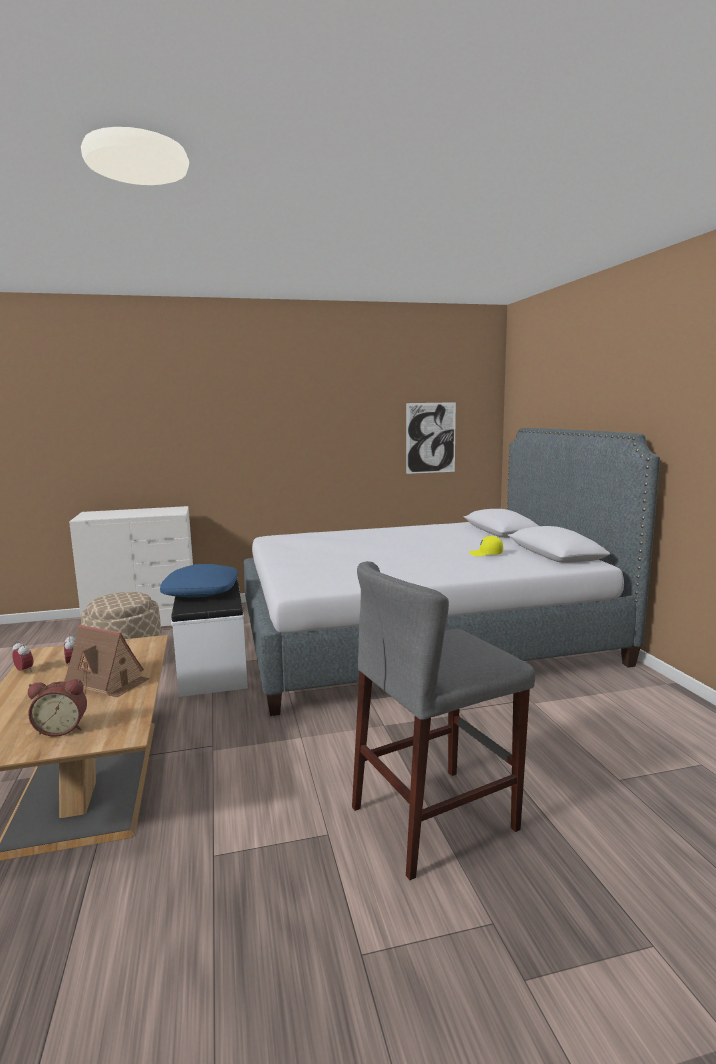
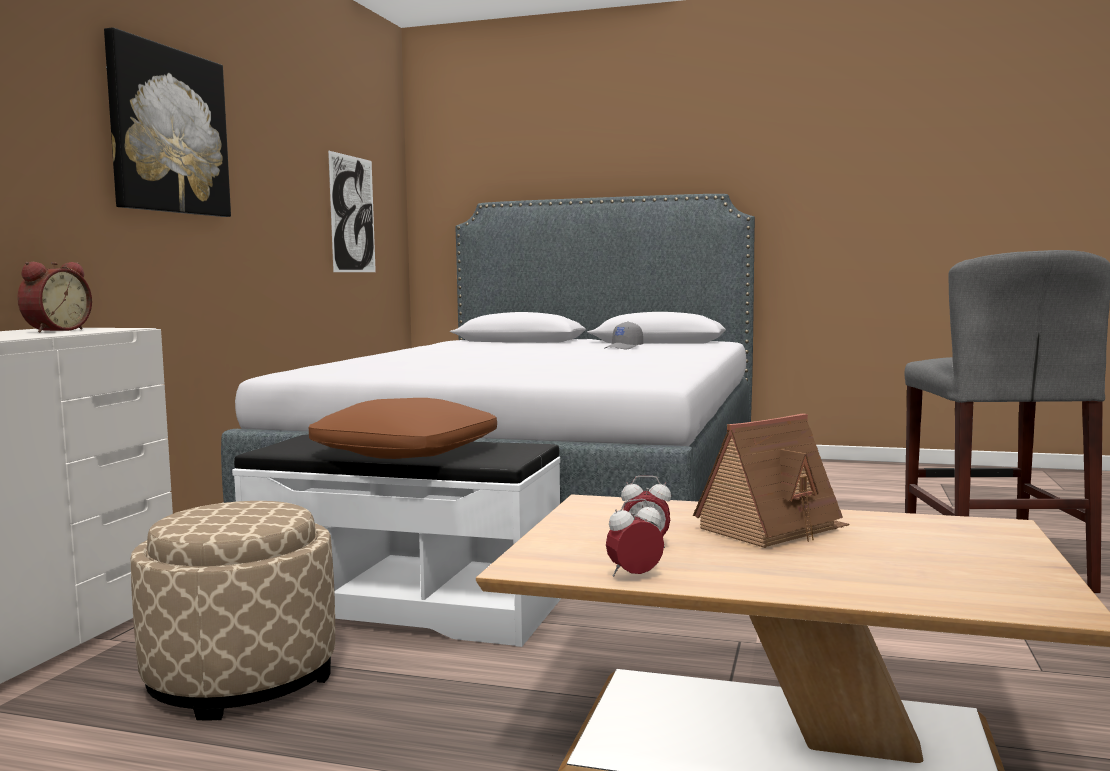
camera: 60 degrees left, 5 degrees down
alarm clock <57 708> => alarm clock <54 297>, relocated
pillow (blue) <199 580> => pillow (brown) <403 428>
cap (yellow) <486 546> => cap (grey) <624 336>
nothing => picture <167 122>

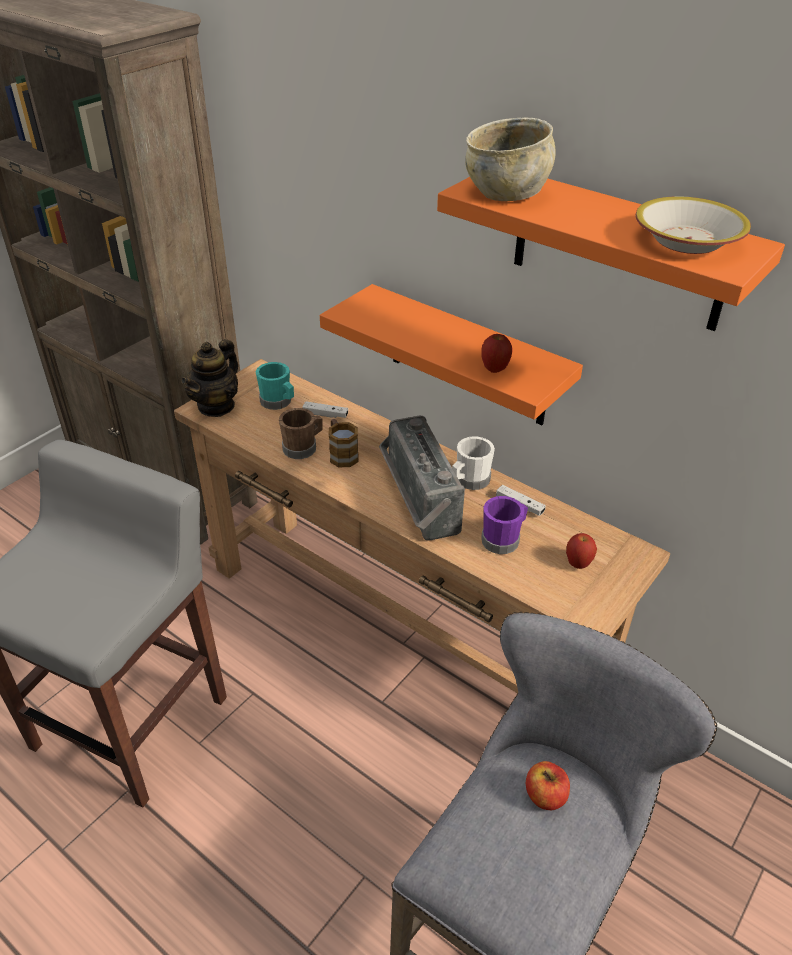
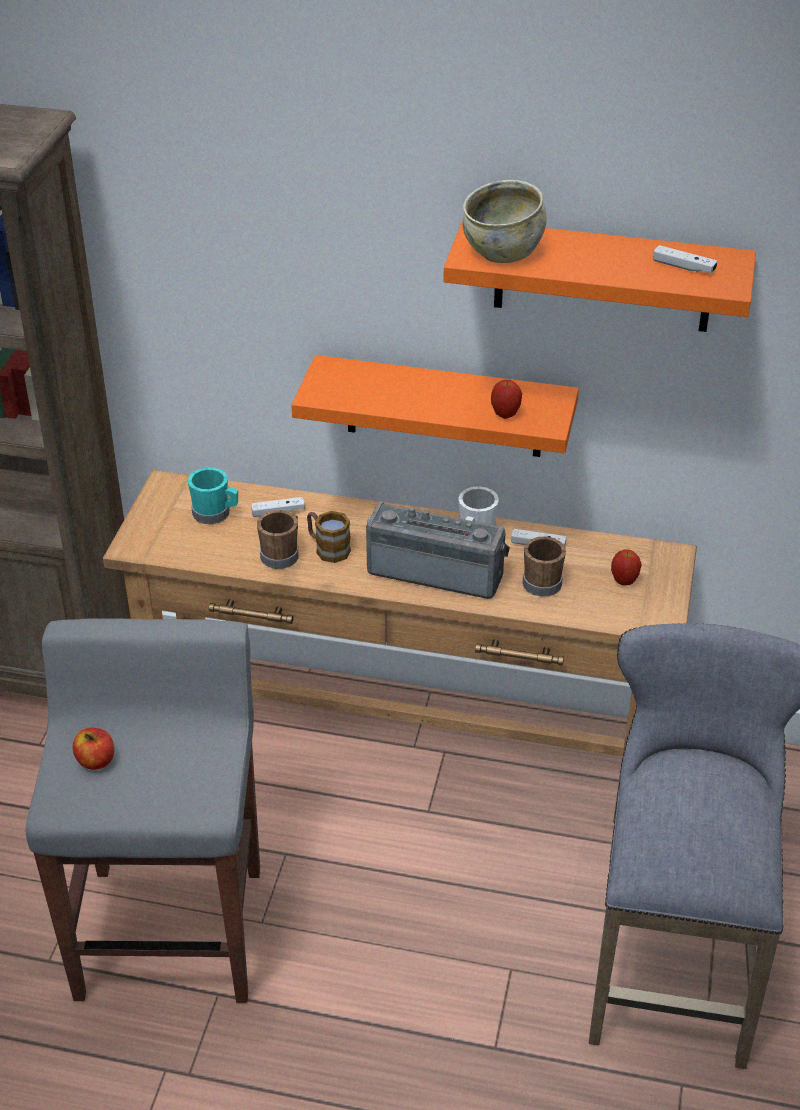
camera: 25 degrees left, 0 degrees up
teapot <209 378> => nothing
radio <422 478> => radio <438 550>, 150 degrees clockwise
mug (purple) <504 525> => mug (brown) <544 566>
apple <548 785> => apple <93 749>, relocated
bowl <693 225> => game controller (white) <685 259>

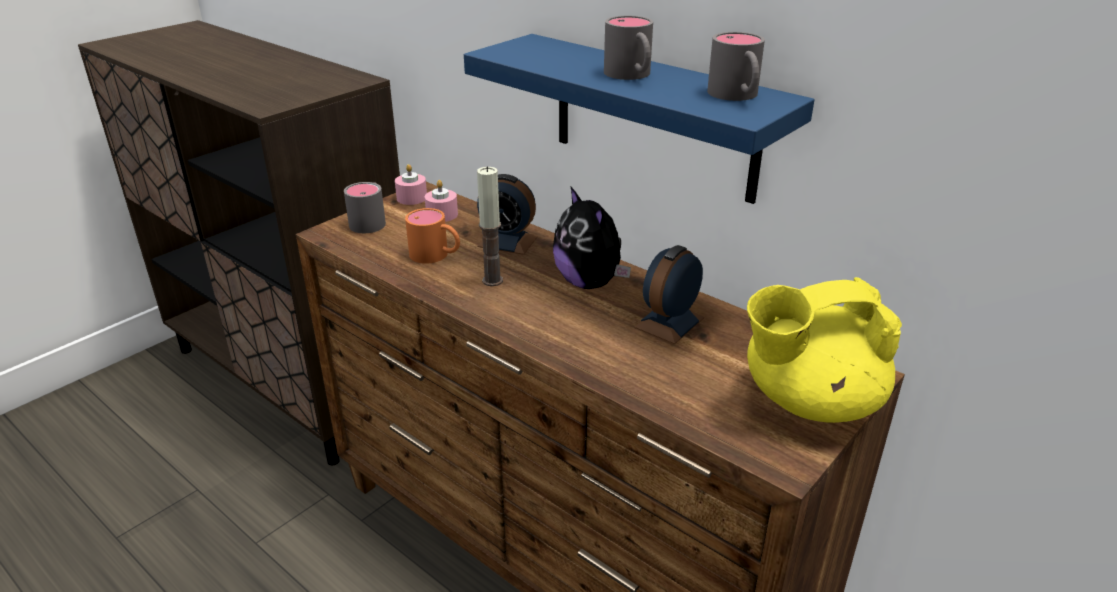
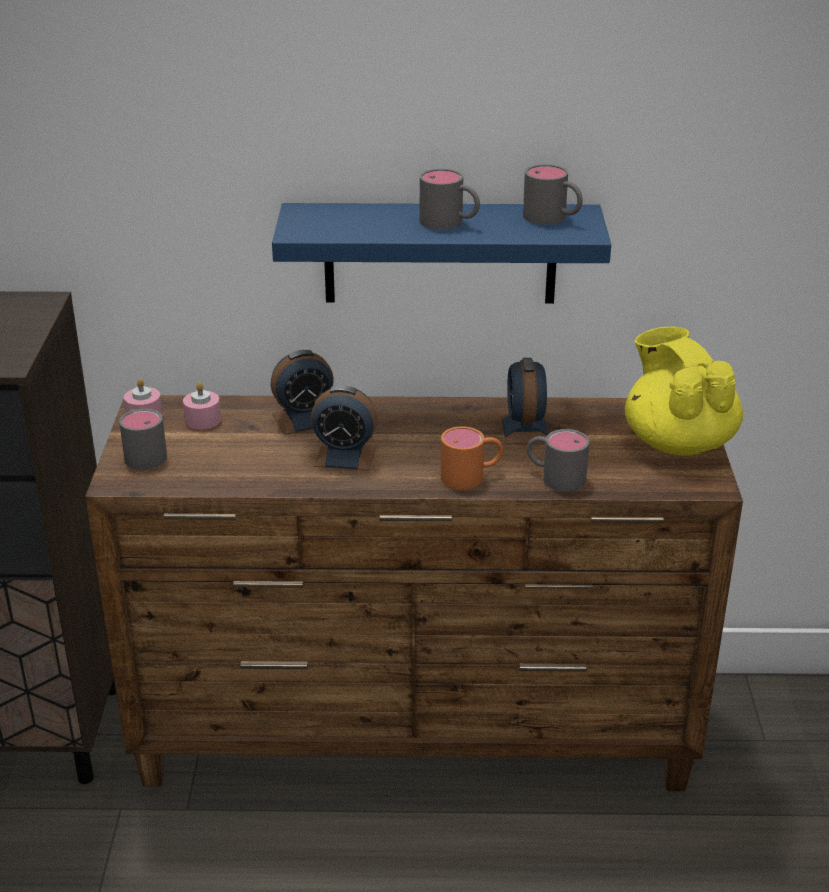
camera: 40 degrees left, 0 degrees up
mug (orange) <432 236> => mug (orange) <472 457>, relocated
candle <490 226> => alarm clock <344 428>
plush toy <592 237> => nothing
teapot (yellow) <824 350> => teapot (yellow) <684 391>, 120 degrees clockwise
nothing => mug (grey) <558 460>

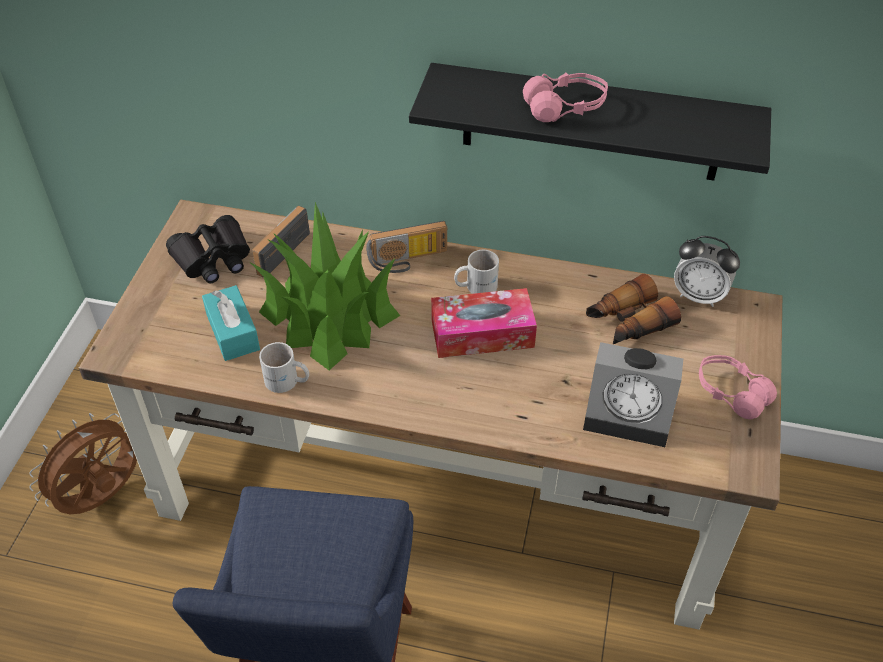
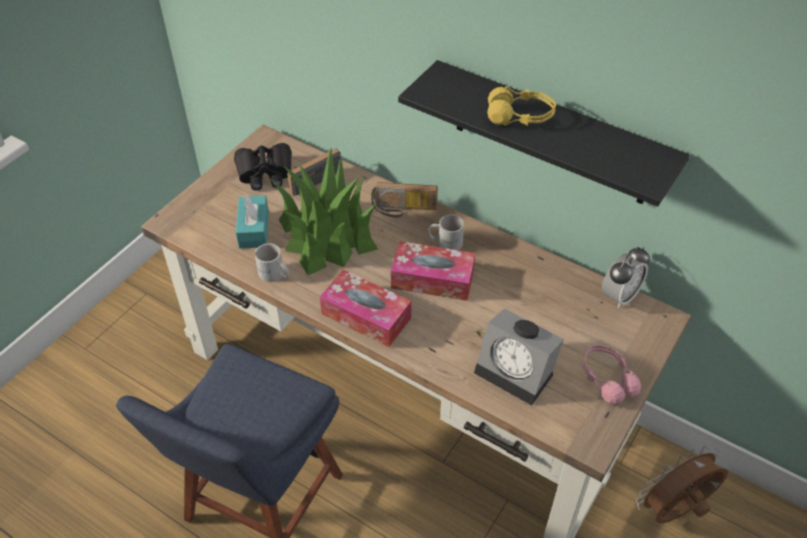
camera: 20 degrees right, 0 degrees up
fan (brown) <83 463> => fan (brown) <682 484>, relocated
headphones (pink) <565 97> => headphones (yellow) <521 106>
binoculars <633 309> => nothing
alarm clock <707 271> => alarm clock <626 277>, 90 degrees counterclockwise
nothing => tissue box <365 308>

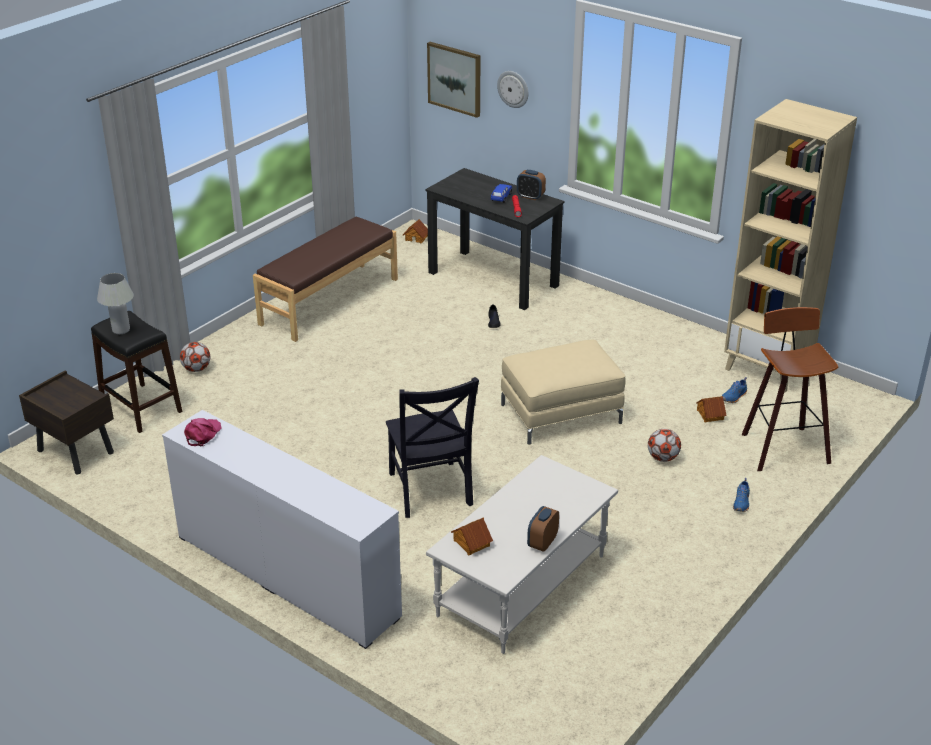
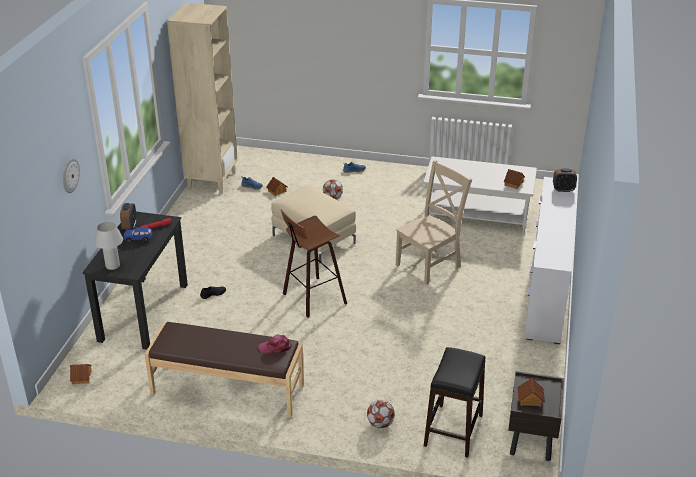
camera: 115 degrees left, 0 degrees up
table lamp (white) <115 303> => table lamp (white) <108 246>, relocated
cap (pink) <203 432> => cap (pink) <275 344>, relocated
chair (black) <432 447> => chair (beige) <434 222>
picture <454 80> => nothing
alarm clock <543 529> => alarm clock <565 180>, relocated
stool <790 389> => stool <314 263>, relocated
nothing => toy house <531 392>

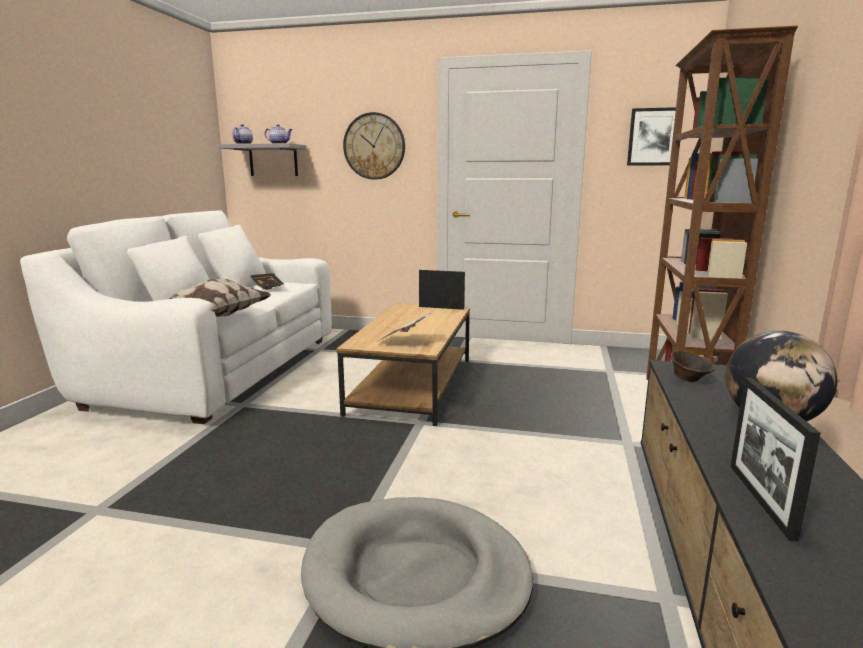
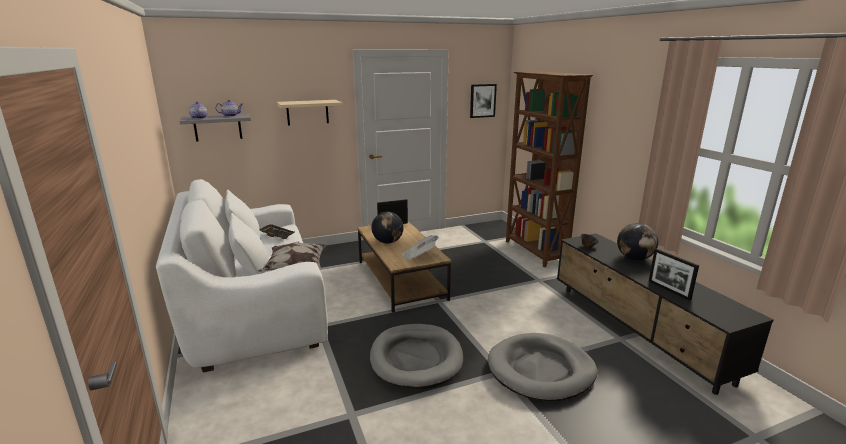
camera: 35 degrees left, 5 degrees up
wall clock <374 146> => shelf (beige) <309 113>
nothing => dog bed (grey) <416 356>
nothing => globe <387 228>

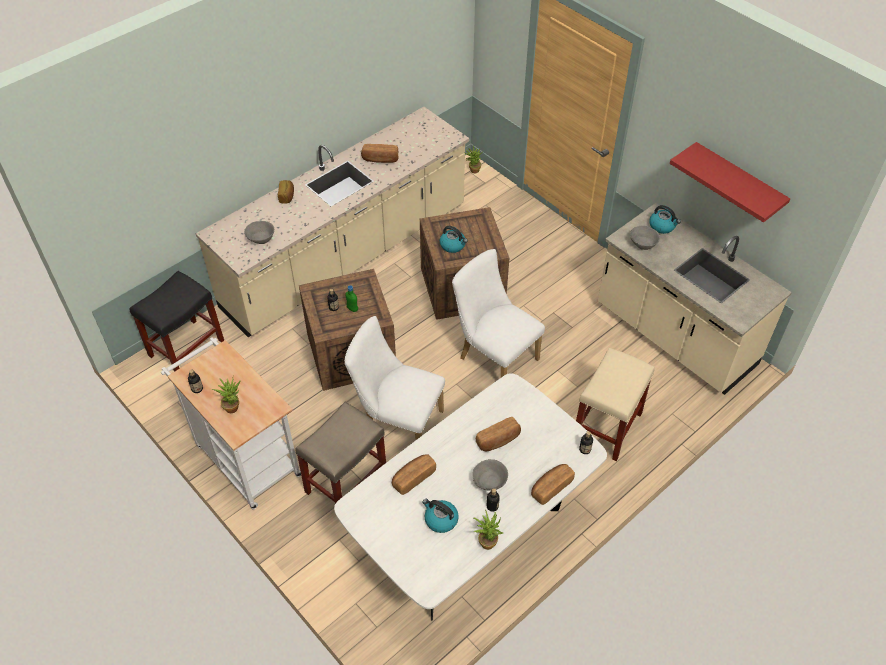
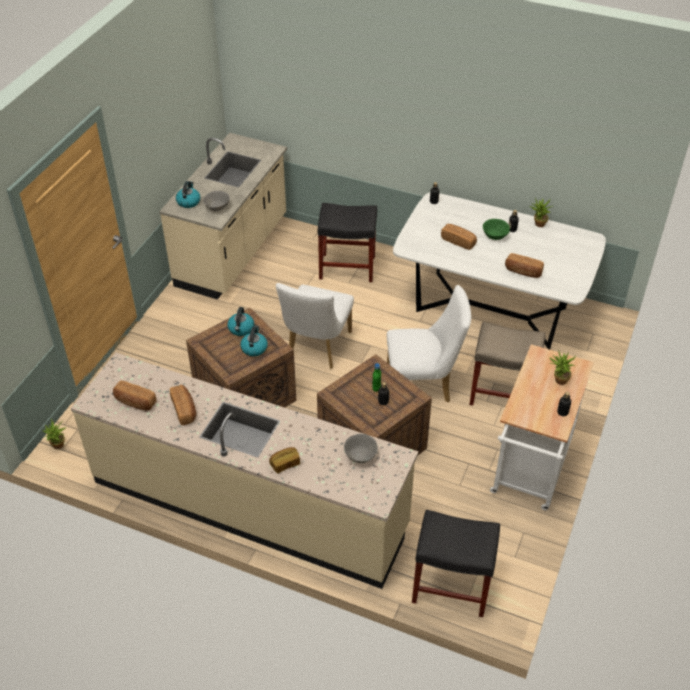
camera: 115 degrees left, 5 degrees down
chair (white) <395 378> => chair (white) <429 343>, 90 degrees counterclockwise
kettle <440 516> => kettle <240 321>, relocated
bowl (grey) <490 475> => bowl (green) <496 229>
bread <553 484> => bread <135 396>, relocated
stool (beige) <615 404> => stool (black) <347 242>
shelf (red) <730 182> => nothing

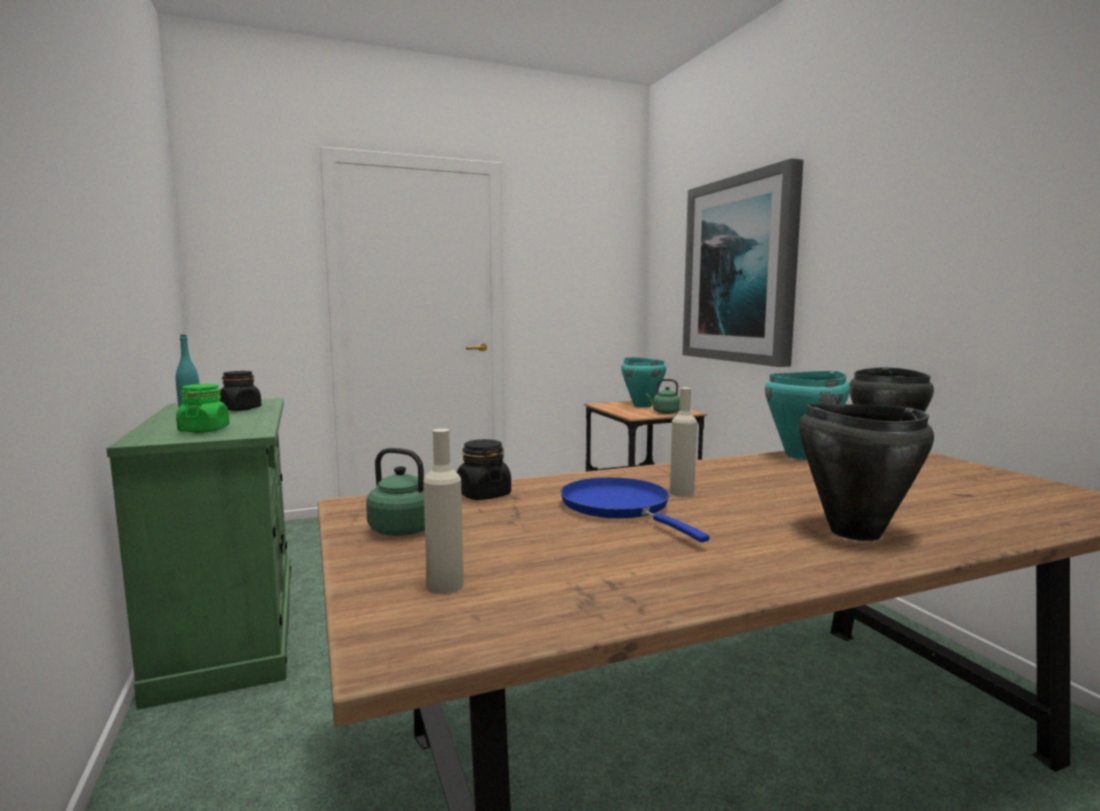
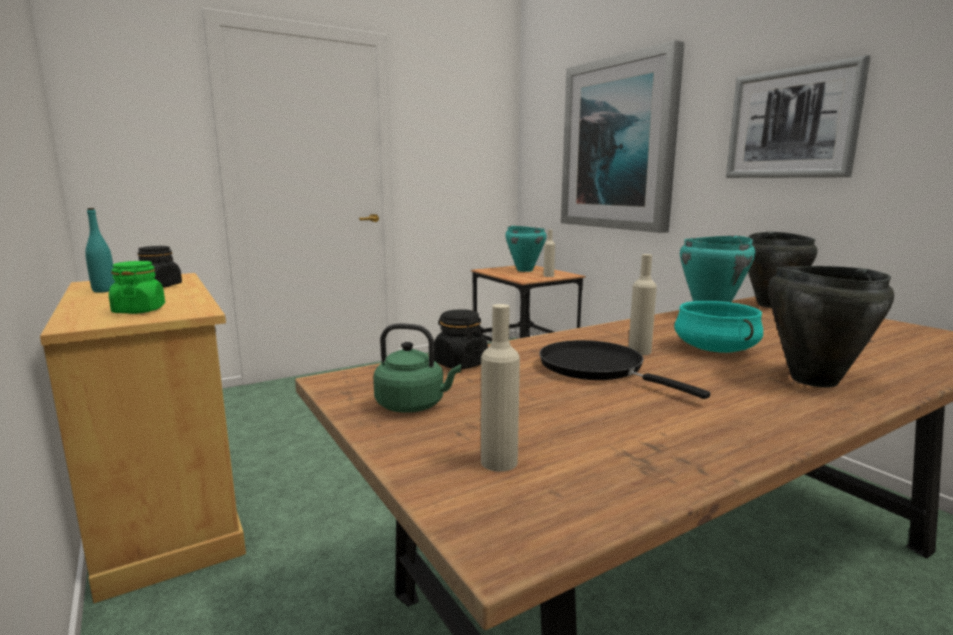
camera: 10 degrees left, 5 degrees up
cabinet (green) <198 554> => cabinet (beige) <143 438>
frying pan (blue) <634 509> => frying pan (black) <624 369>
kettle (green) <663 396> => bottle (beige) <549 253>
nothing => cooking pot (turquoise) <718 327>
nothing => picture <798 116>

